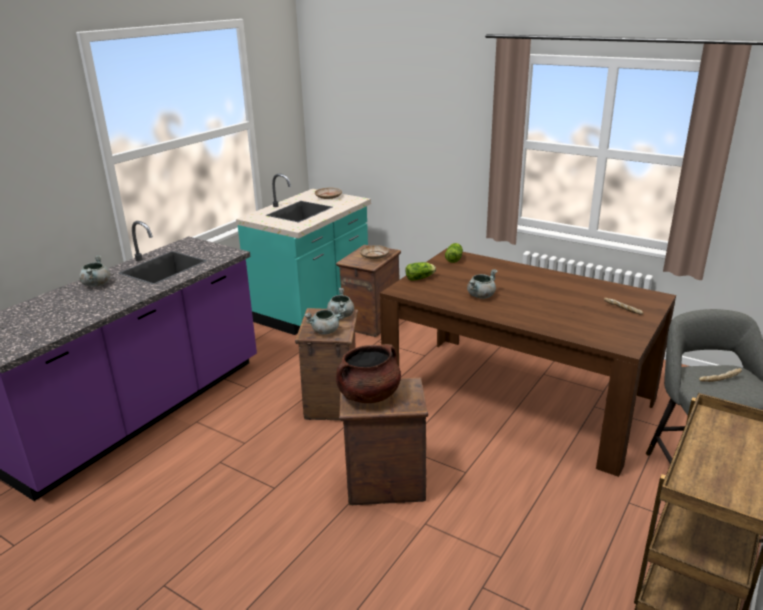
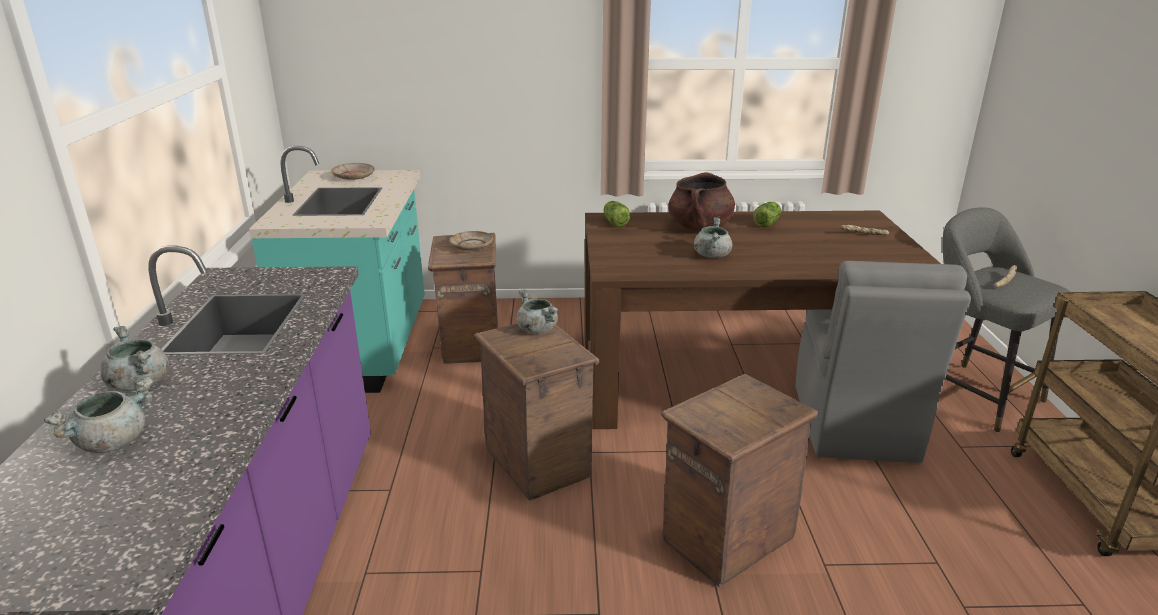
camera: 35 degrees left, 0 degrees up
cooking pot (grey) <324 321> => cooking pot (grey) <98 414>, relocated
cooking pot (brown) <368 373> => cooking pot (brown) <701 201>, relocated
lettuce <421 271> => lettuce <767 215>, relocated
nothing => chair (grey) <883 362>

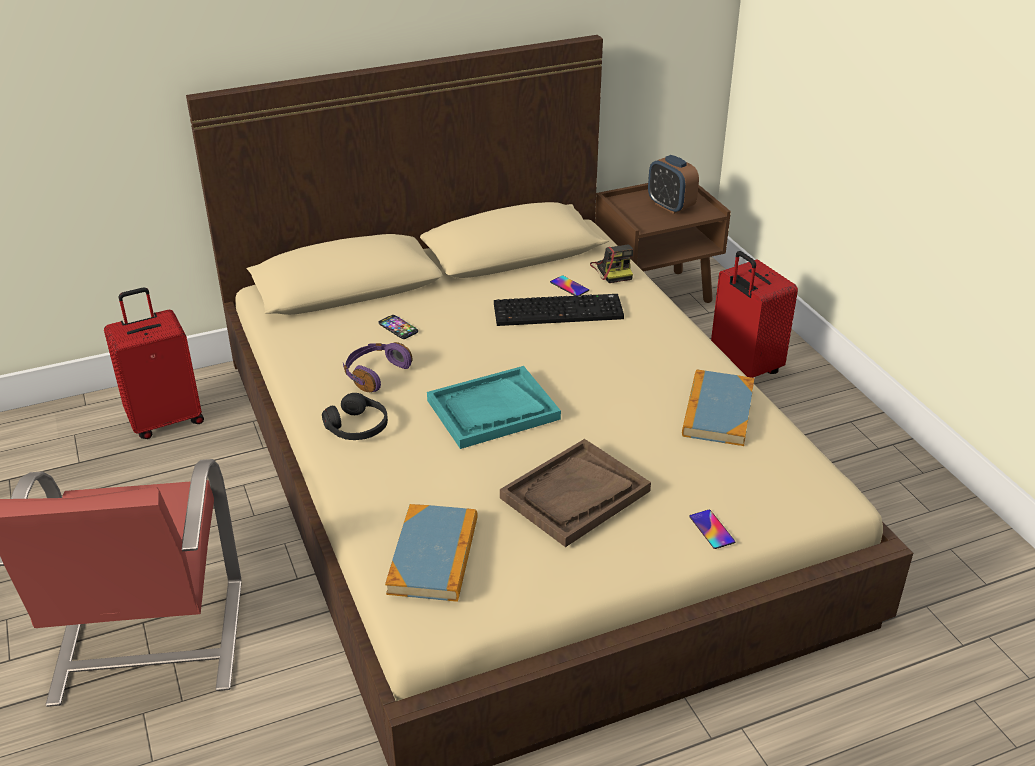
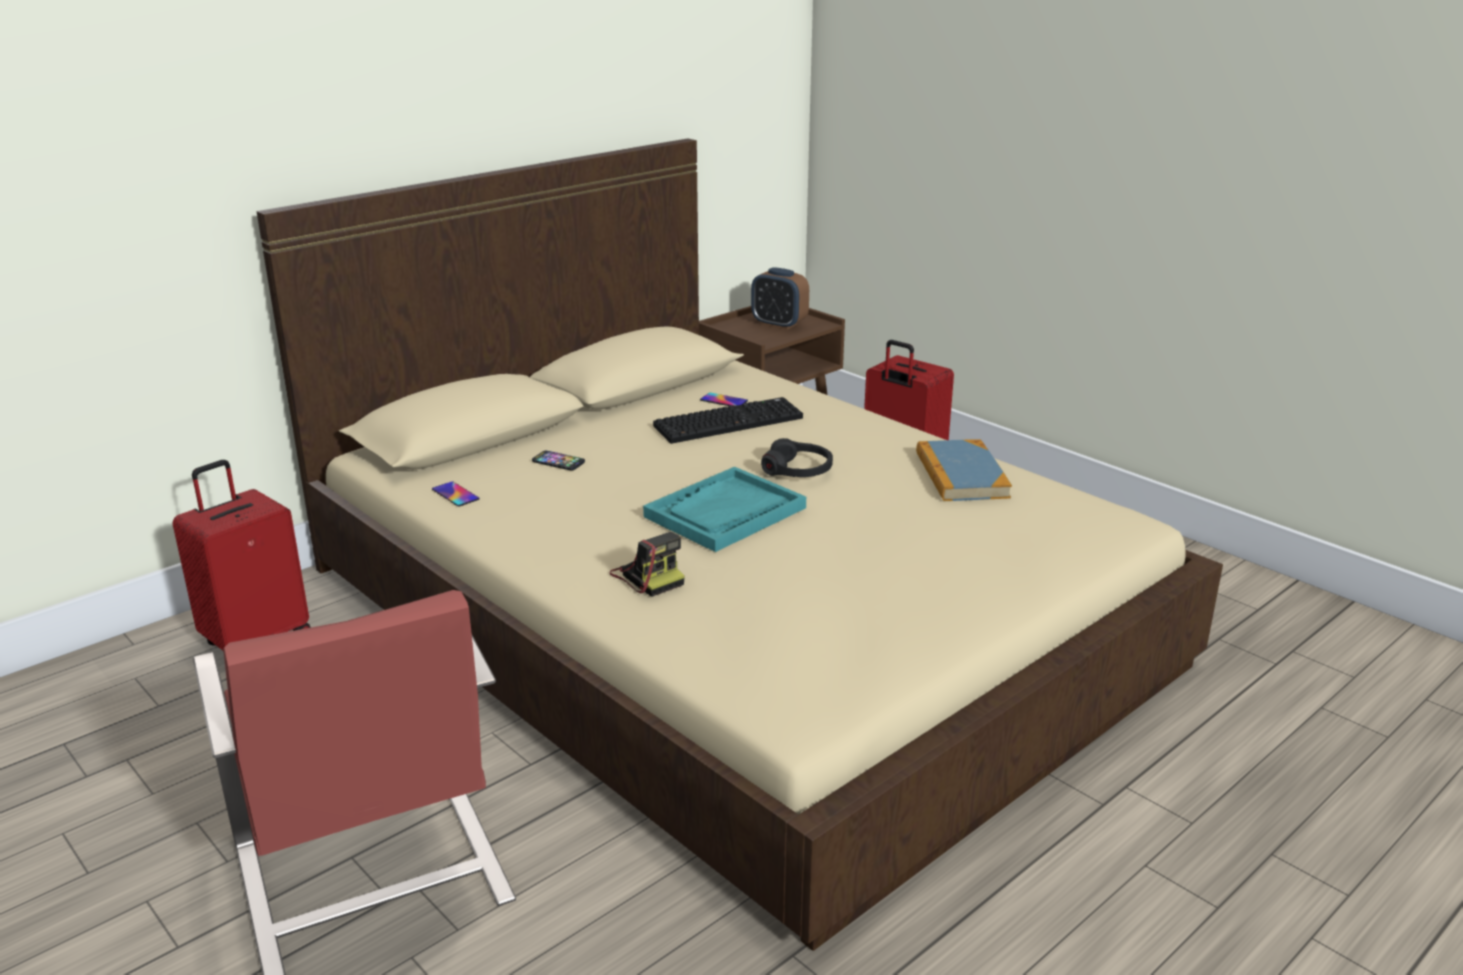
camera: 20 degrees left, 10 degrees down
headphones (black) <355 416> => headphones (black) <797 457>, relocated
headphones (purple) <378 367> => nothing
book <431 553> => nothing
tray (brown) <575 493> => nothing
photo camera <611 264> => photo camera <647 564>, relocated
phone <712 529> => phone <456 493>, relocated

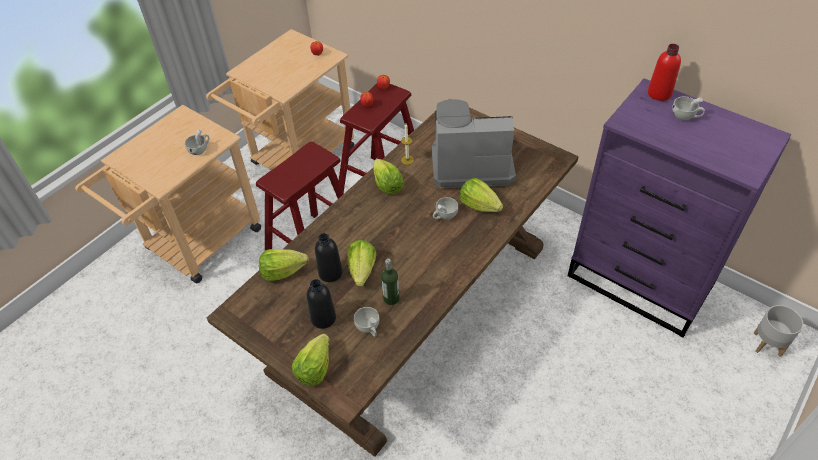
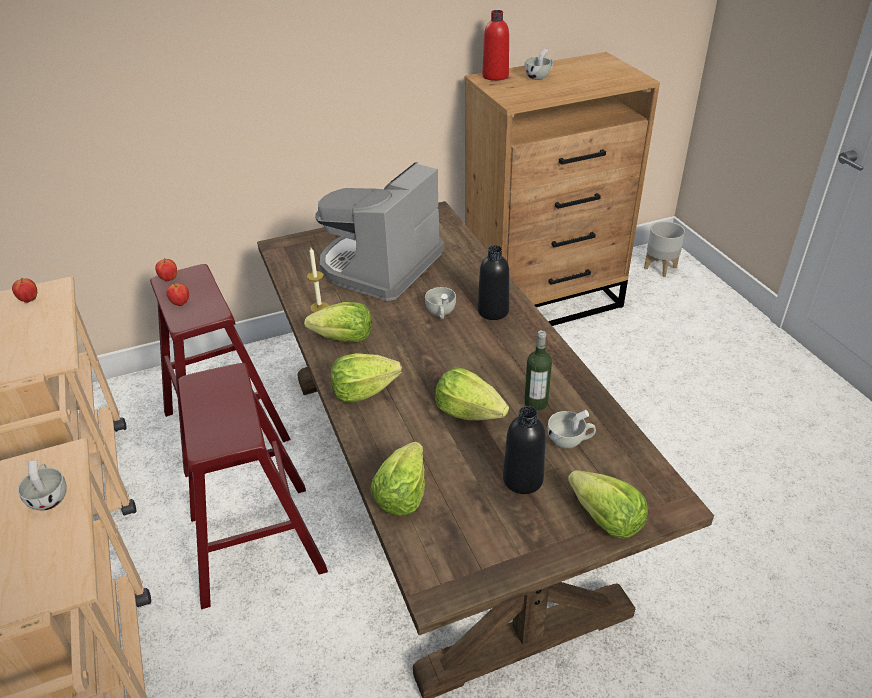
camera: 60 degrees left, 10 degrees down
bottle (black) <329 257> => bottle (black) <493 282>, relocated
lettuce <481 195> => lettuce <366 378>, relocated
dresser (purple) <679 207> => dresser (brown) <562 189>

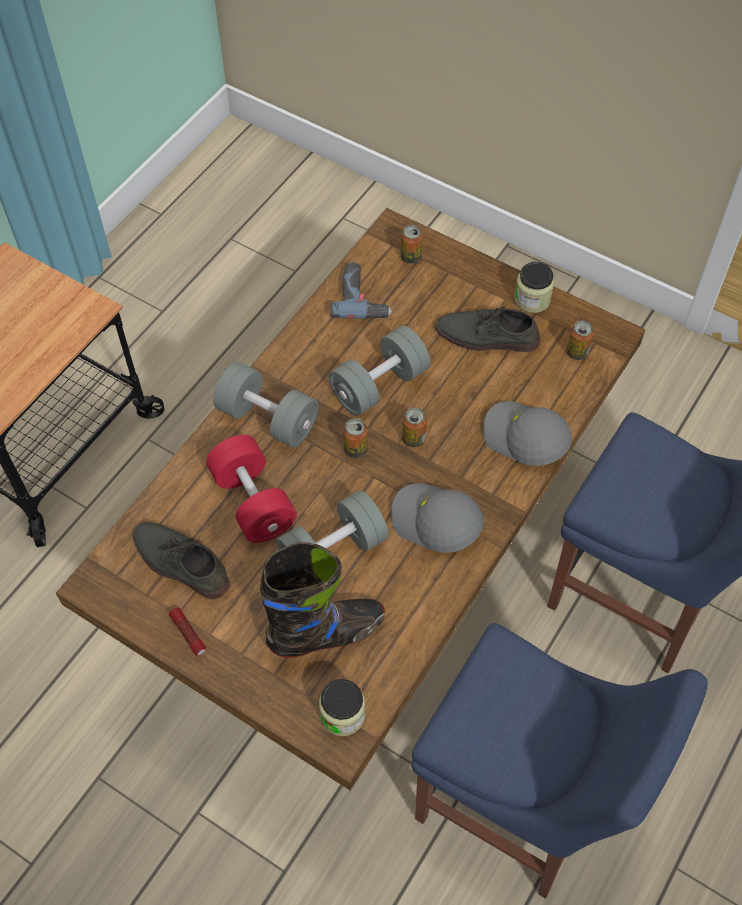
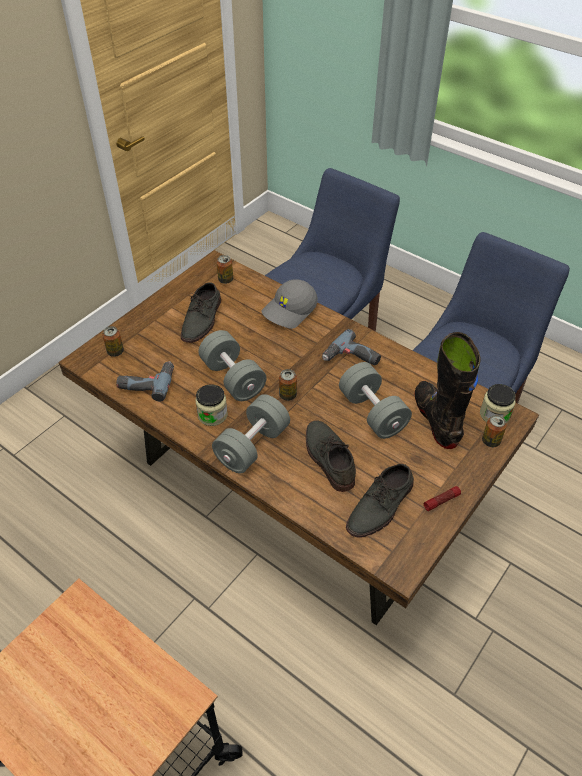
camera: 85 degrees left, 10 degrees down
dumbbell (red) <251 489> => shoe (grey) <331 456>
cap (grey) <437 518> => power drill <351 347>
can <414 427> => can <494 431>, relocated
jar <534 287> => jar <212 405>, relocated

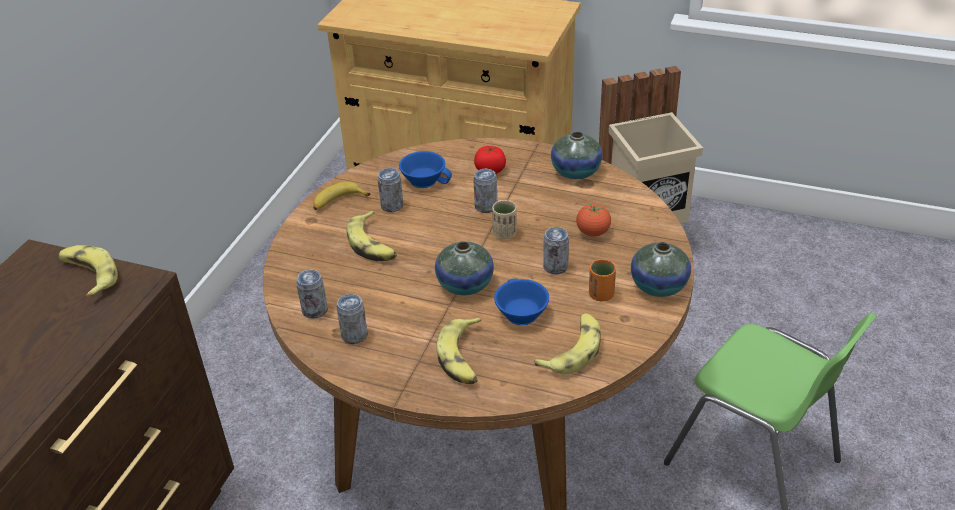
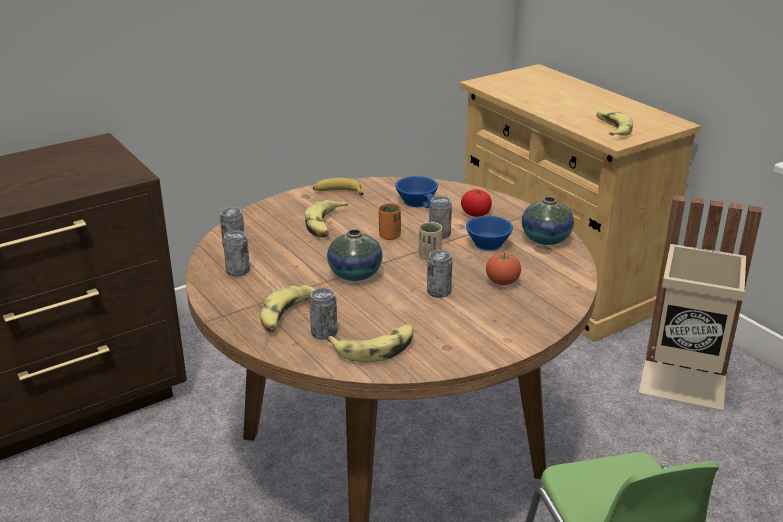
camera: 35 degrees right, 10 degrees down
banana <88 271> => banana <614 123>, relocated
can <391 190> => can <323 314>, relocated
cup (blue) <521 301> => cup (blue) <489 233>, relocated
cup (orange) <602 280> => cup (orange) <390 221>, relocated
vase <661 269> => nothing

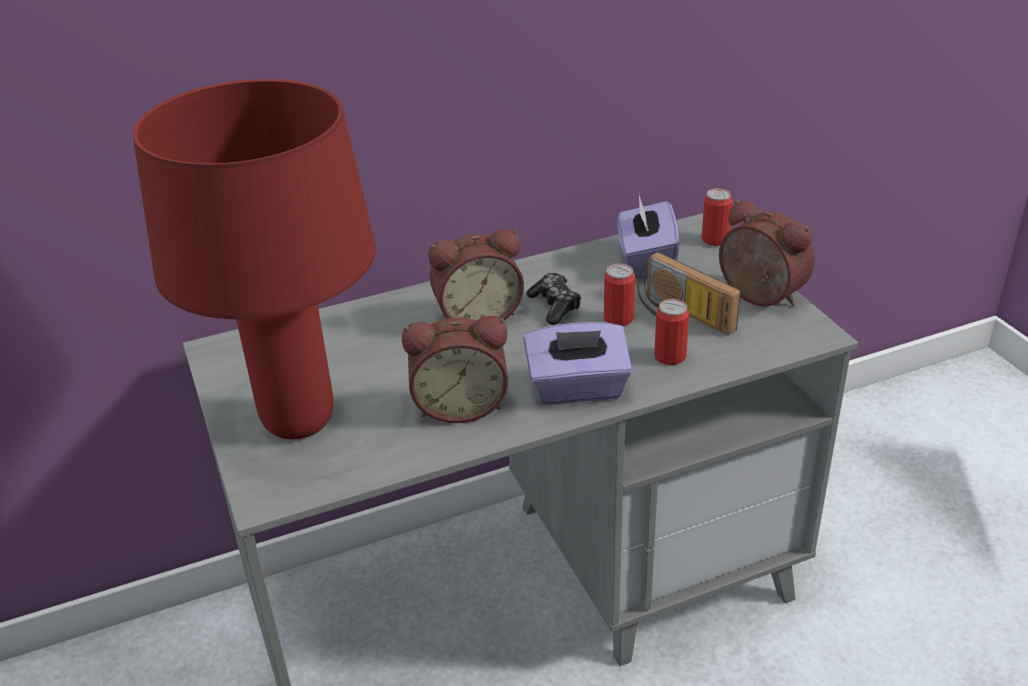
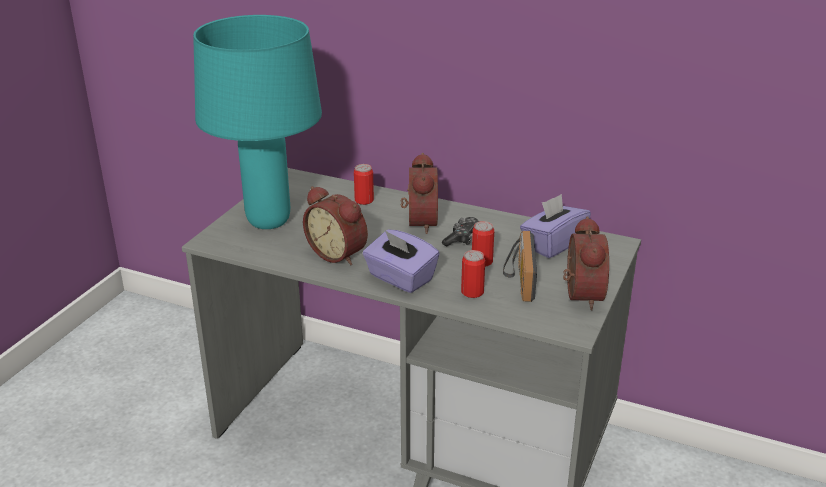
camera: 45 degrees right, 5 degrees down
table lamp (red) <254 259> => table lamp (turquoise) <257 122>
alarm clock <476 274> => alarm clock <419 193>, 120 degrees counterclockwise
can <716 217> => can <364 184>, relocated

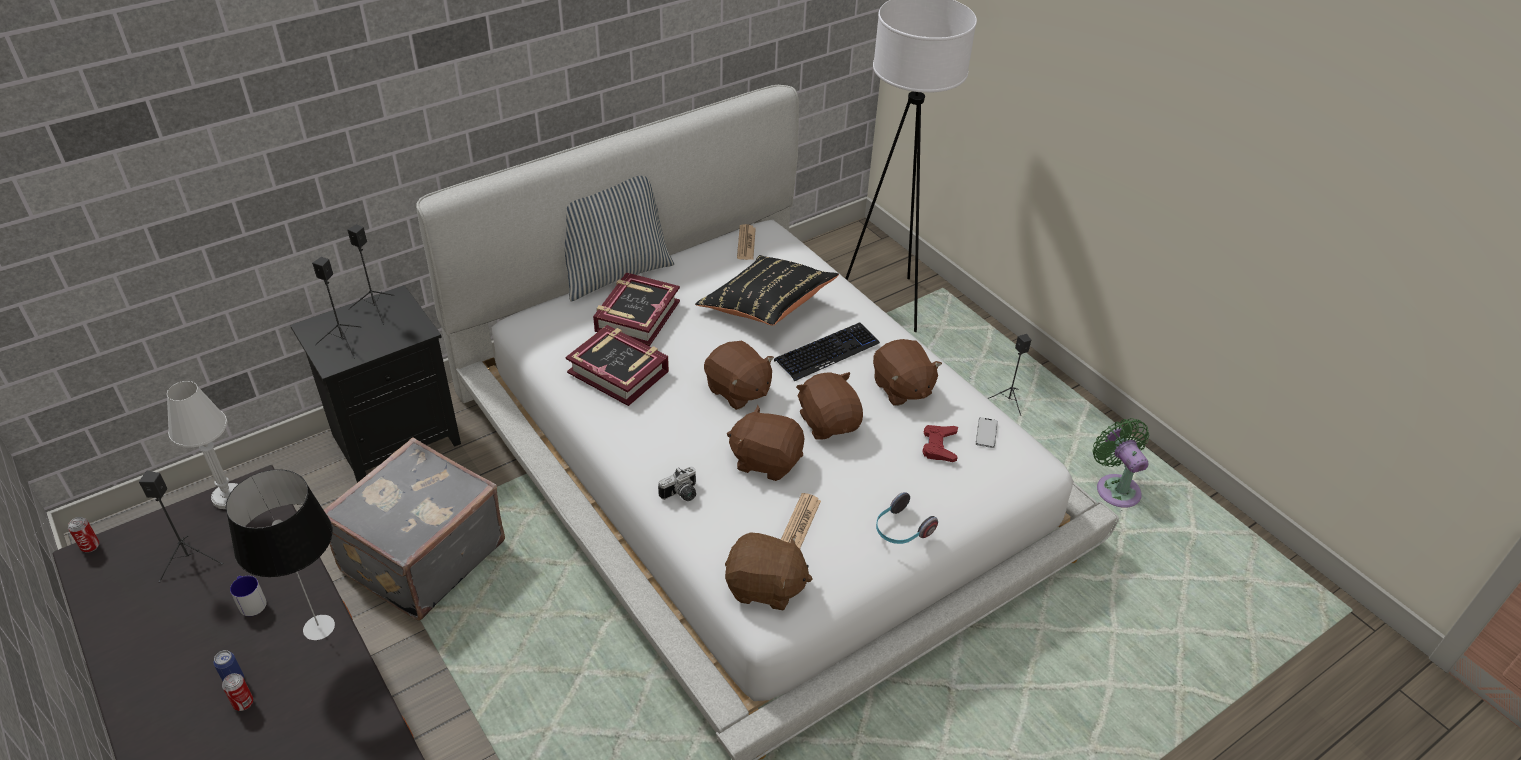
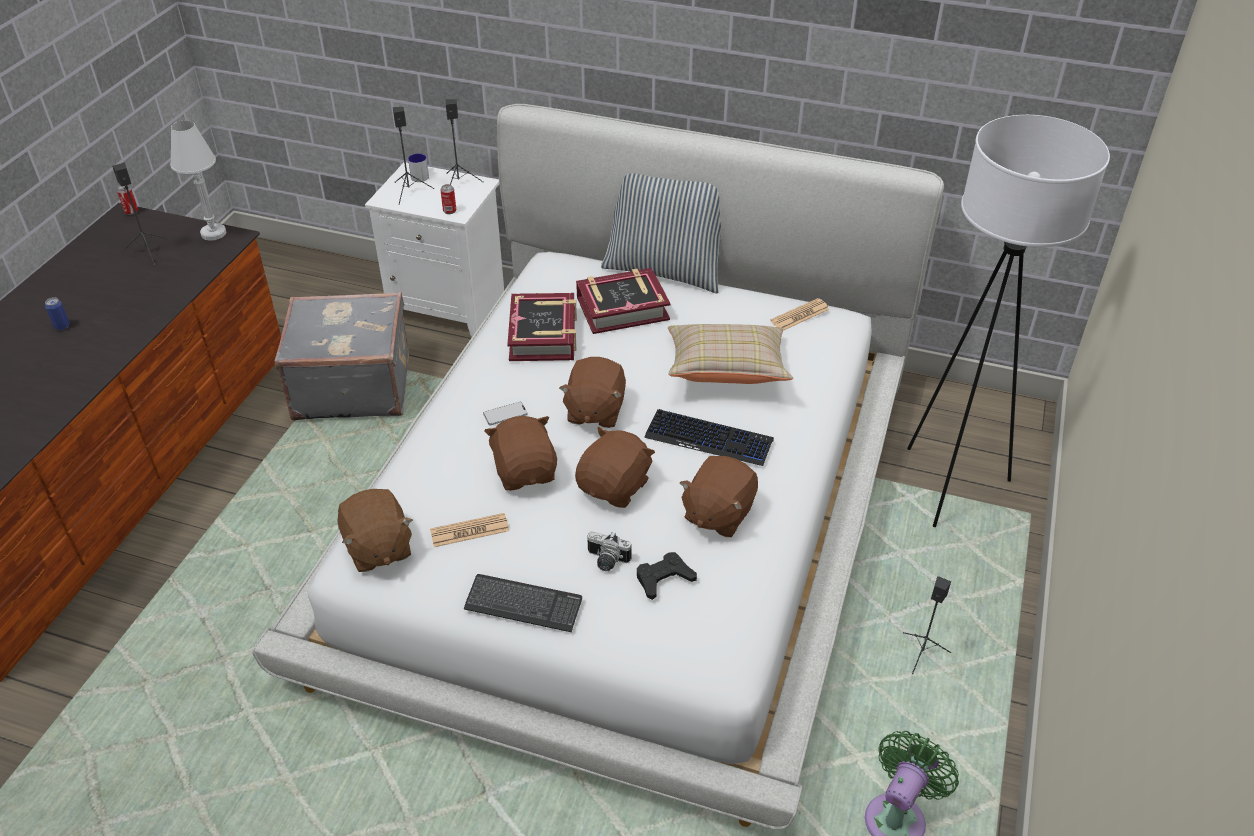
camera: 55 degrees right, 0 degrees up
can <237 692> => can <448 199>, relocated
table lamp <280 554> => nothing
mug <248 596> => mug <418 167>, relocated
nightstand (black) <375 384> => nightstand (white) <434 250>
photo camera <677 483> => photo camera <609 551>, relocated
pillow (black) <767 290> => pillow (beige) <730 354>
headphones <907 518> => keyboard <523 603>
game controller (red) <940 443> => game controller (black) <667 576>
phone <987 432> => phone <505 414>, relocated

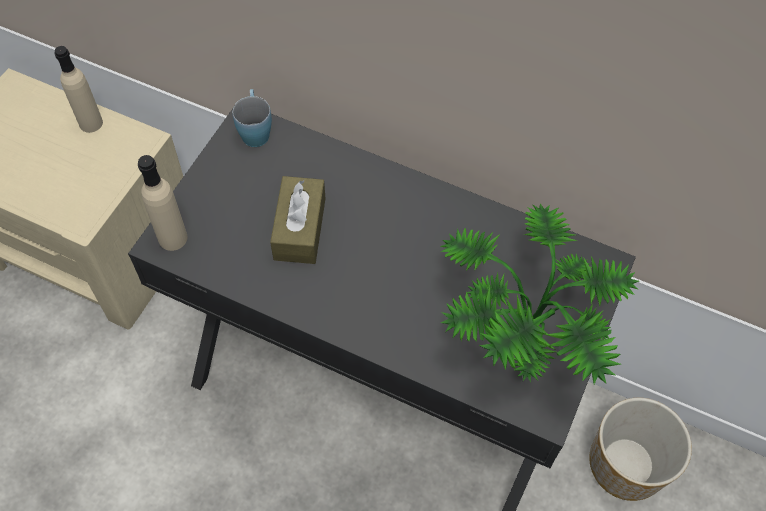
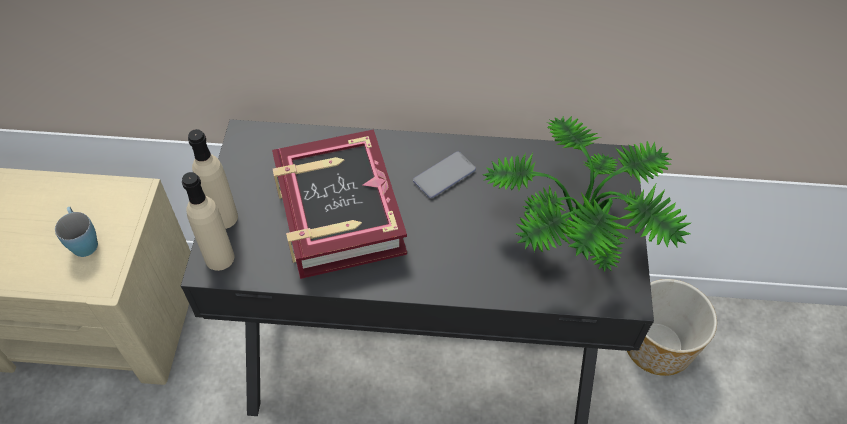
camera: 20 degrees left, 5 degrees down
bottle (beige) <79 89> => bottle (beige) <213 179>, relocated
mug (blue) <252 118> => mug (blue) <76 231>, relocated
tissue box (brown) <297 220> => book <339 204>
nothing => phone <444 175>

